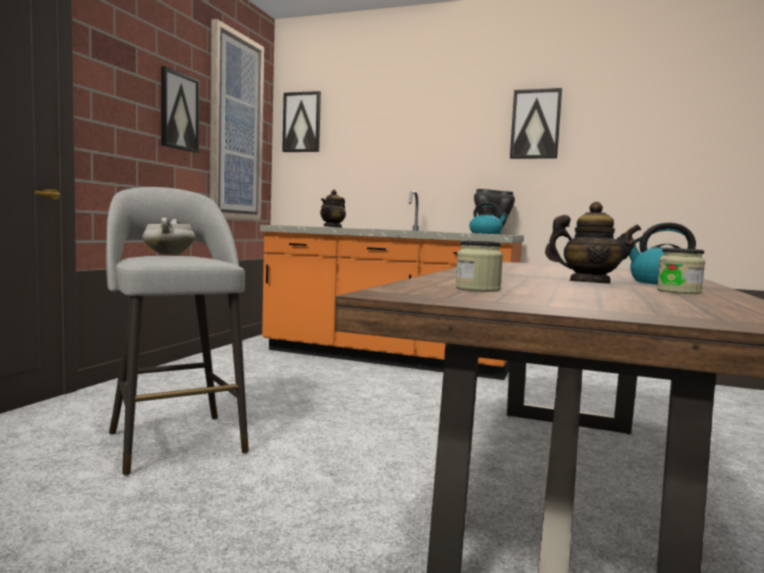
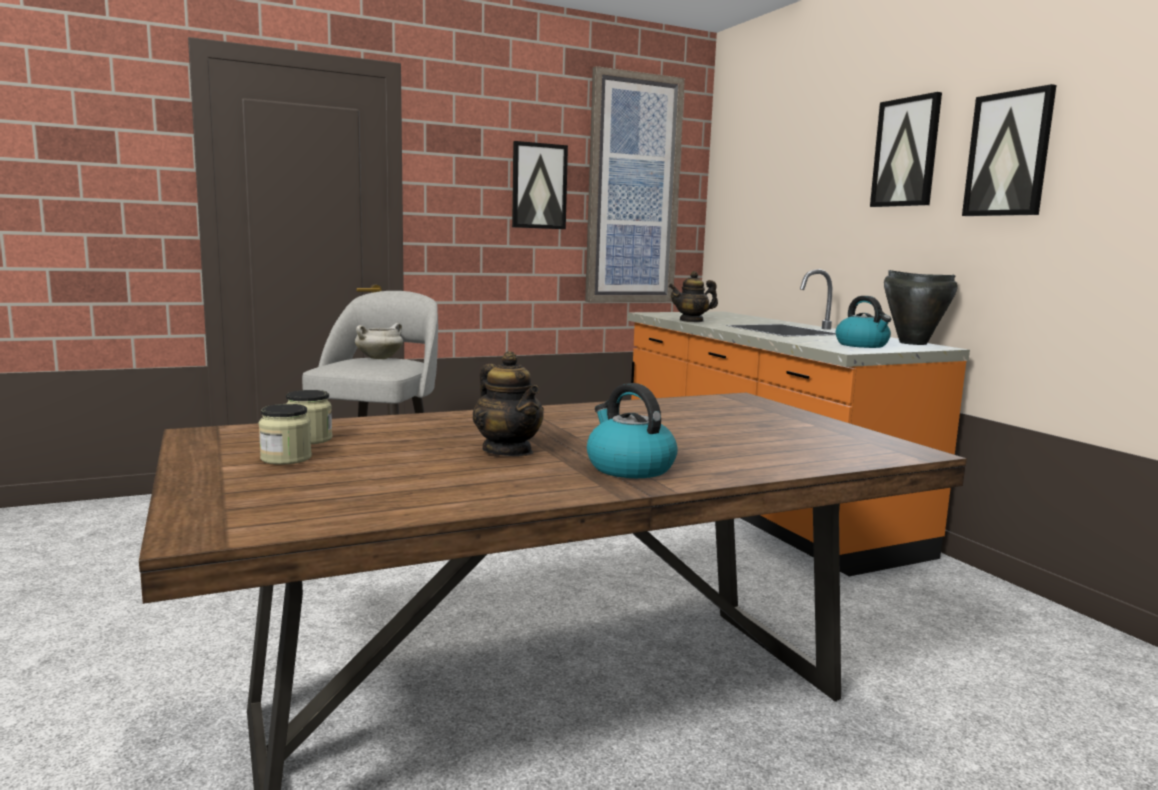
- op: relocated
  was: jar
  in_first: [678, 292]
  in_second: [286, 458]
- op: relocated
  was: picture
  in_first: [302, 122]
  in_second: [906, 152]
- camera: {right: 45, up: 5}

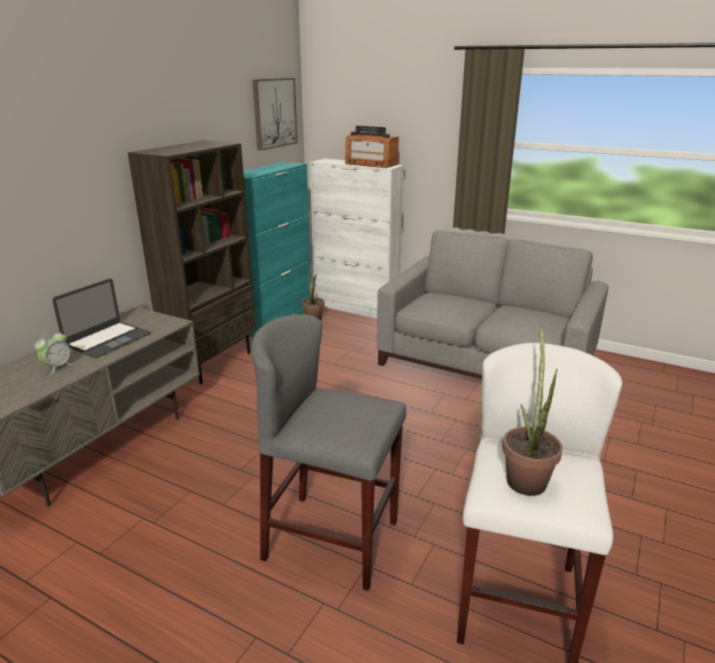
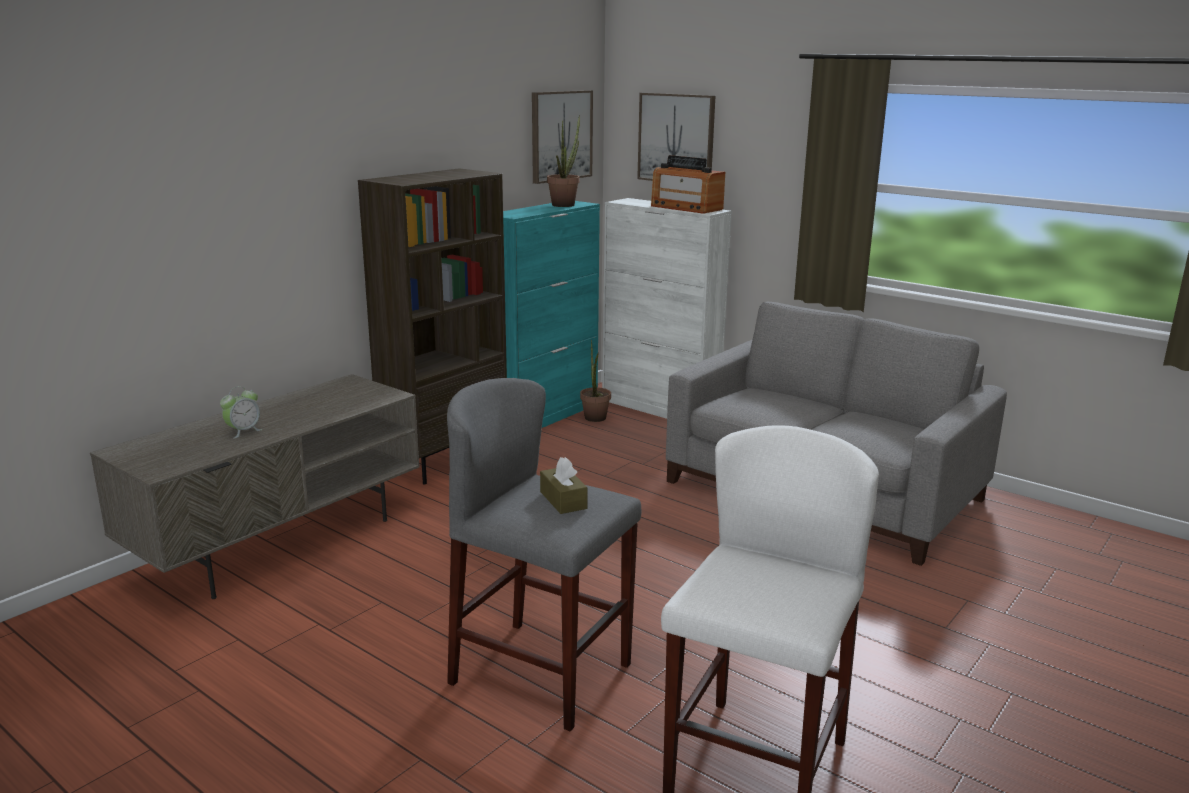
- op: appeared
  now: brown_tissue_box
  in_second: [563, 500]
- op: relocated
  was: potted_plant
  in_first: [526, 477]
  in_second: [565, 204]
- op: appeared
  now: picture
  in_second: [676, 138]
- op: missing
  was: laptop
  in_first: [108, 339]
- camera: {right: 10, up: -5}

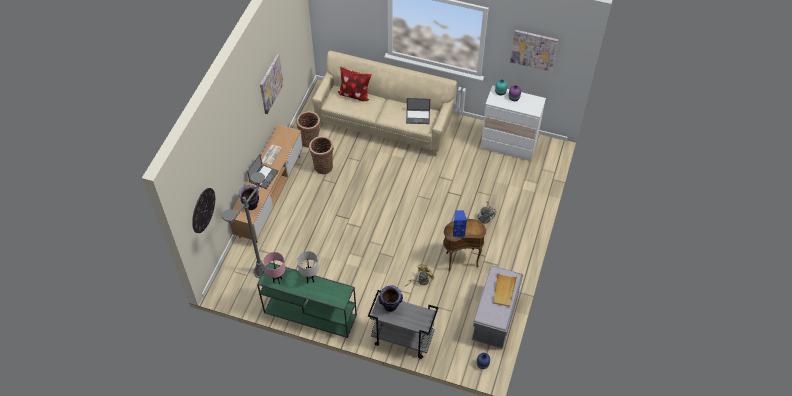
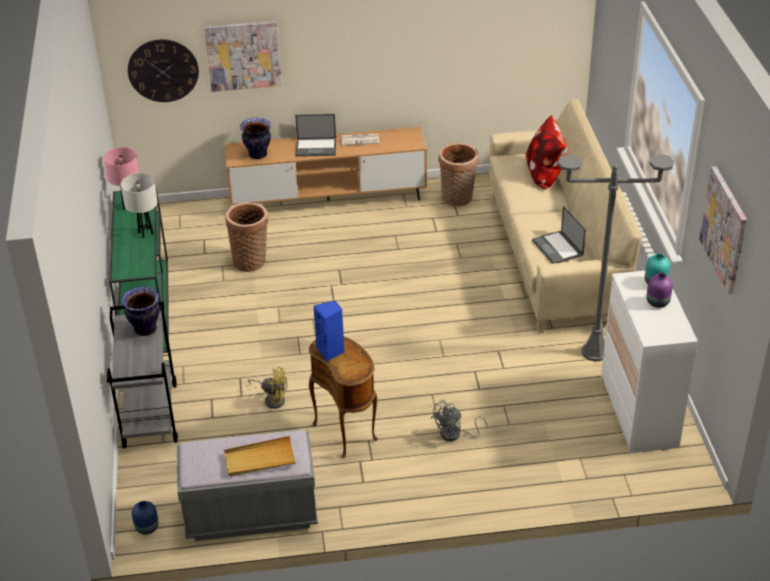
- op: relocated
  was: picture
  in_first: [270, 84]
  in_second: [243, 55]
- op: relocated
  was: basket
  in_first: [323, 166]
  in_second: [251, 260]
- op: relocated
  was: grey_floor_lamp
  in_first: [261, 271]
  in_second: [594, 352]
- camera: {right: 65, up: -15}

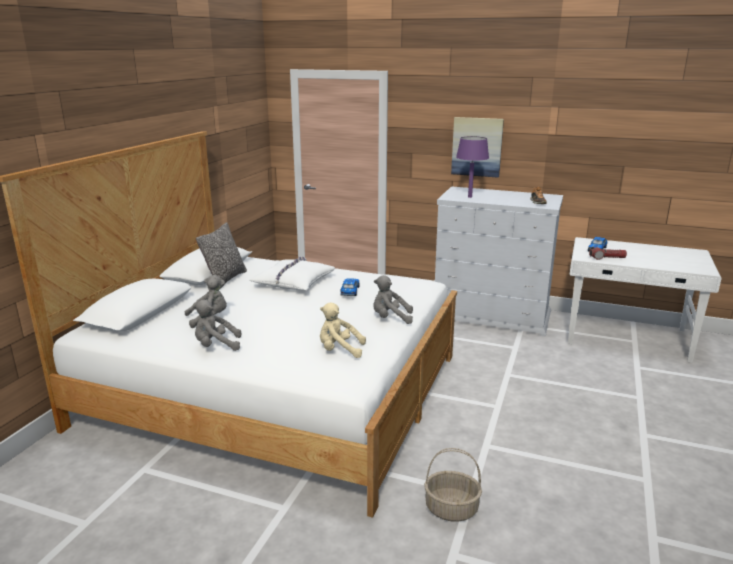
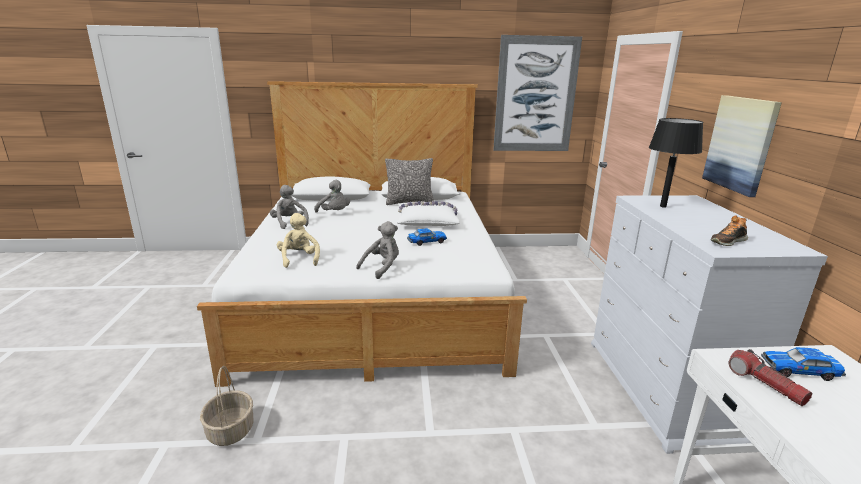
- op: spun
  was: grey_plush_toy
  in_first: [390, 318]
  in_second: [382, 268]
  clockwise: 60
- op: appeared
  now: picture
  in_second: [535, 95]
- op: colour
  was: purple_table_lamp
  now: black_table_lamp
  in_first: [469, 197]
  in_second: [662, 206]
- camera: {right: 65, up: 0}

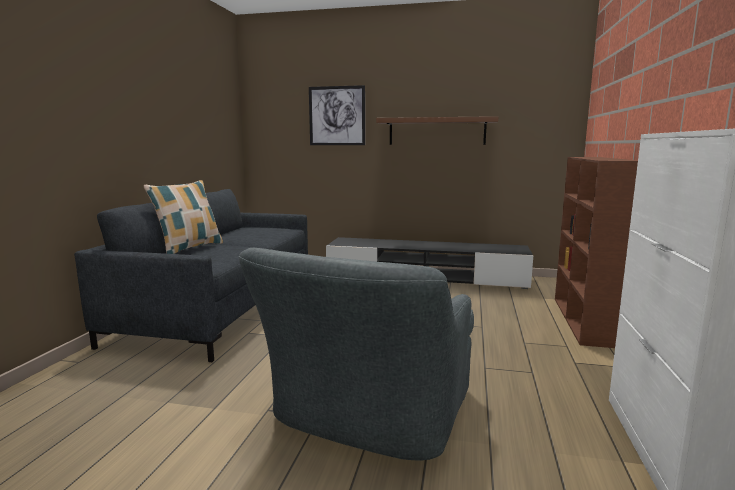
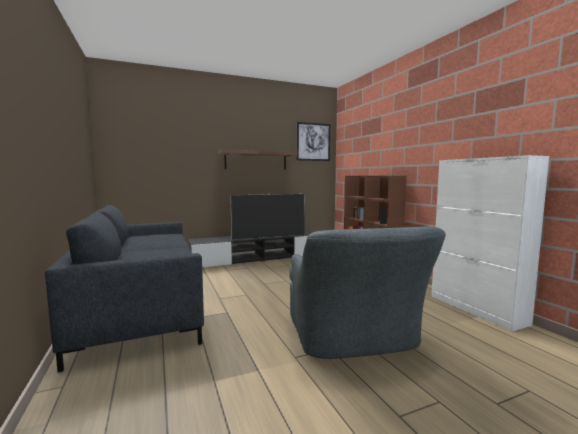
- op: appeared
  now: television
  in_second: [269, 237]
- op: relocated
  was: picture
  in_first: [337, 116]
  in_second: [313, 142]
- op: missing
  was: pillow
  in_first: [189, 248]
- camera: {right: -35, up: -5}

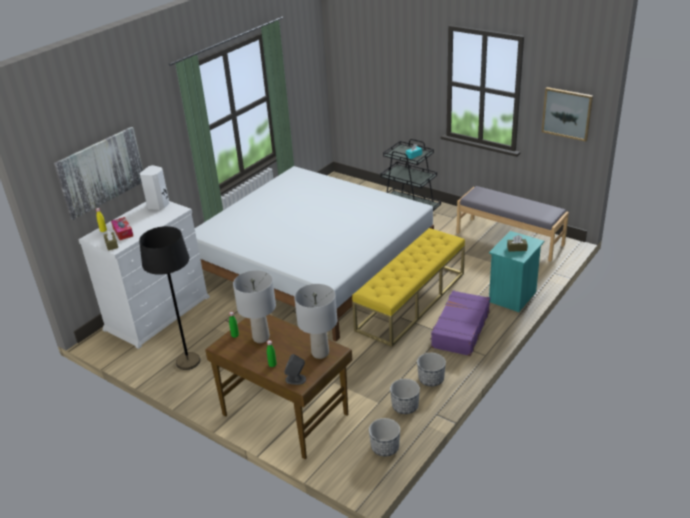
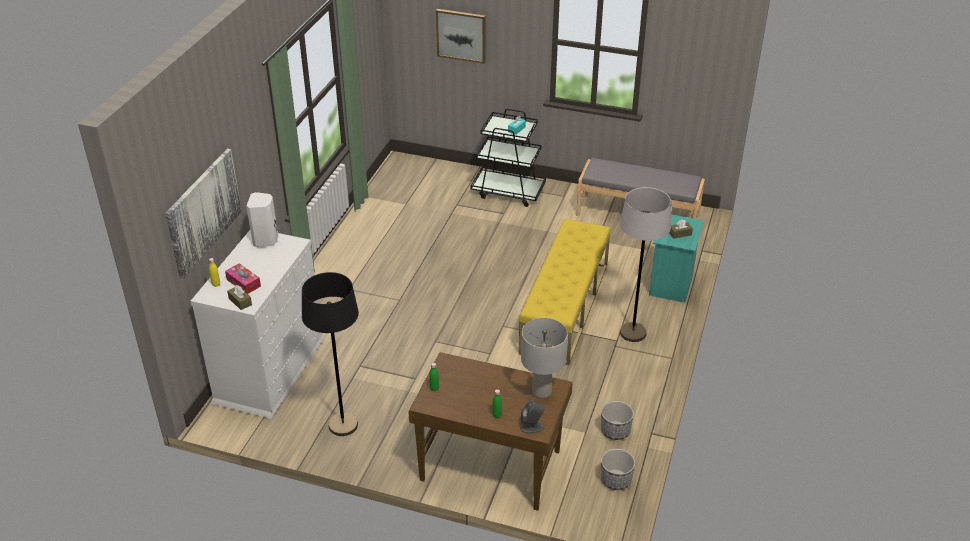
- op: relocated
  was: picture
  in_first: [567, 113]
  in_second: [461, 35]
- op: exchanged
  was: purple_suitcase
  now: grey_floor_lamp
  in_first: [460, 329]
  in_second: [633, 333]
- op: missing
  was: white_bed
  in_first: [314, 265]
- op: missing
  was: grey_table_lamp
  in_first: [261, 338]
- op: missing
  was: planter
  in_first: [431, 379]
- camera: {right: -20, up: 5}

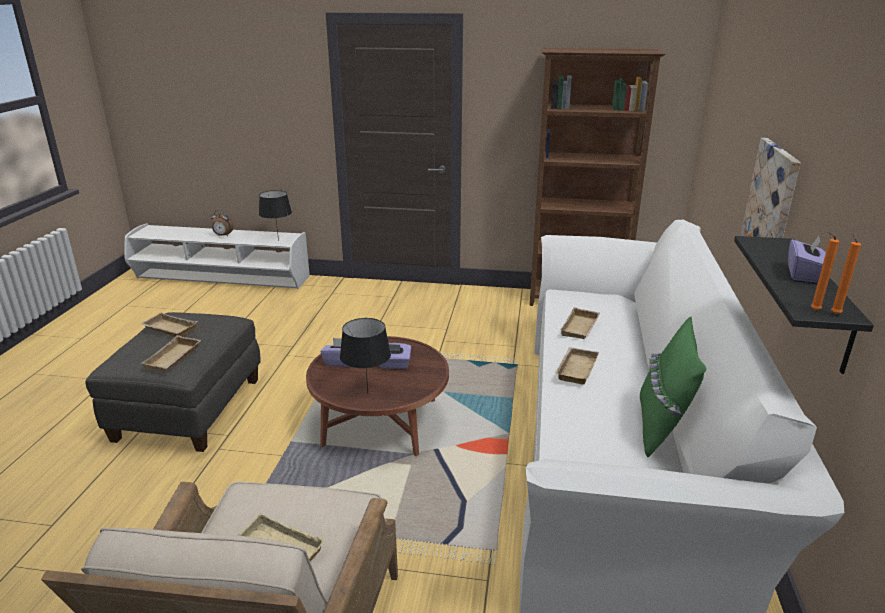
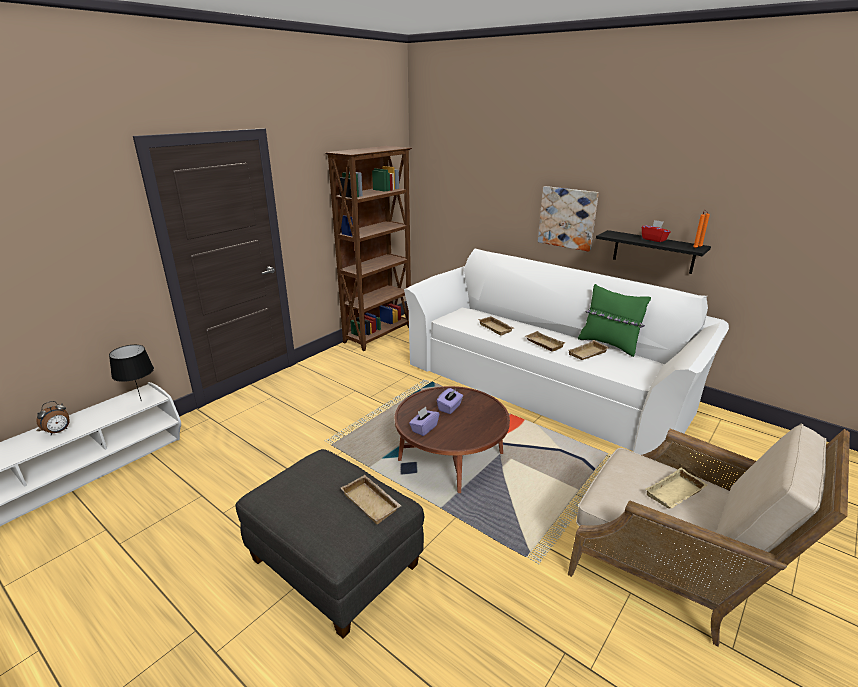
- op: relocated
  was: beige_tray
  in_first: [168, 329]
  in_second: [588, 354]
- op: colour
  was: purple_tissue_box
  now: red_tissue_box
  in_first: [804, 274]
  in_second: [654, 239]
- op: missing
  was: black_table_lamp
  in_first: [368, 394]
- camera: {right: -60, up: 0}

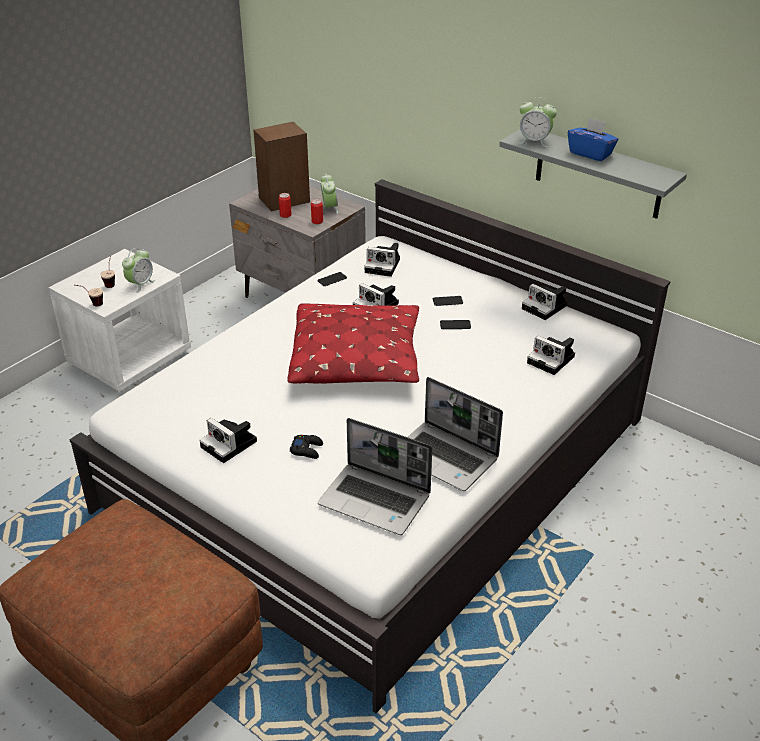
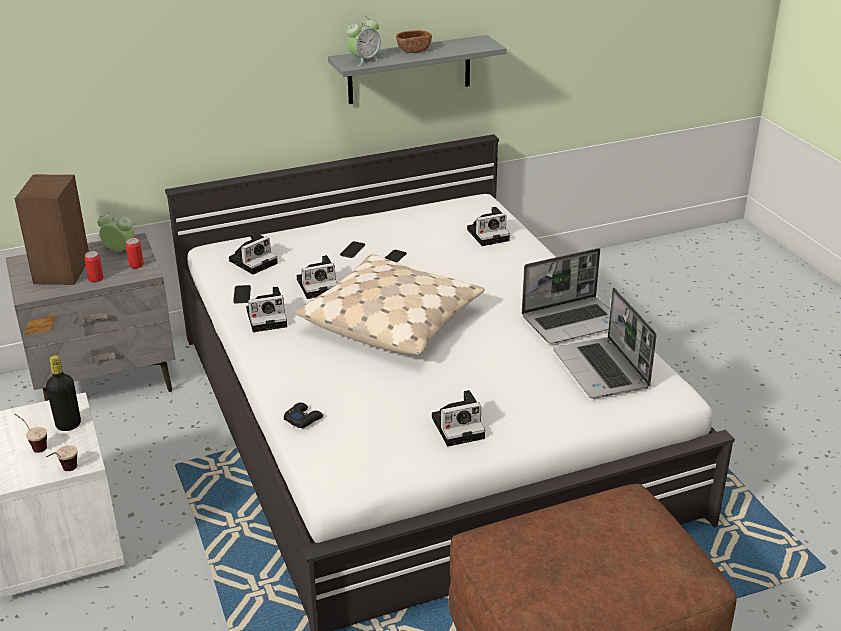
- op: exchanged
  was: alarm_clock
  now: black_bottle
  in_first: [140, 284]
  in_second: [68, 425]
- op: relocated
  was: photo_camera
  in_first: [546, 307]
  in_second: [268, 318]
- op: relocated
  was: black_game_controller
  in_first: [307, 449]
  in_second: [303, 419]
- op: colour
  was: red_pillow
  now: beige_pillow
  in_first: [356, 359]
  in_second: [392, 320]
- op: exchanged
  was: blue_tissue_box
  now: brown_bowl
  in_first: [590, 153]
  in_second: [414, 50]
- op: spun
  was: laptop
  in_first: [376, 500]
  in_second: [602, 370]
  clockwise: 105
- camera: {right: -60, up: -5}

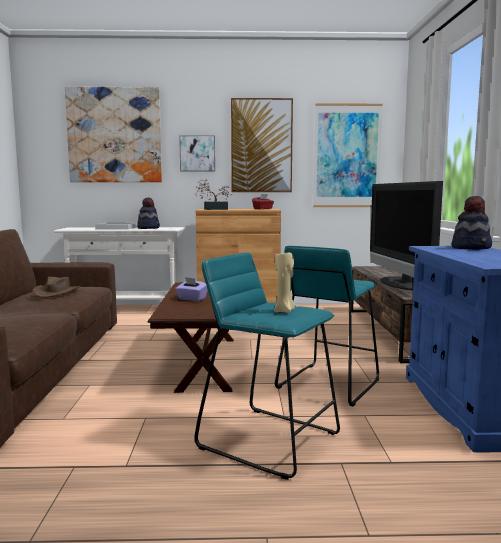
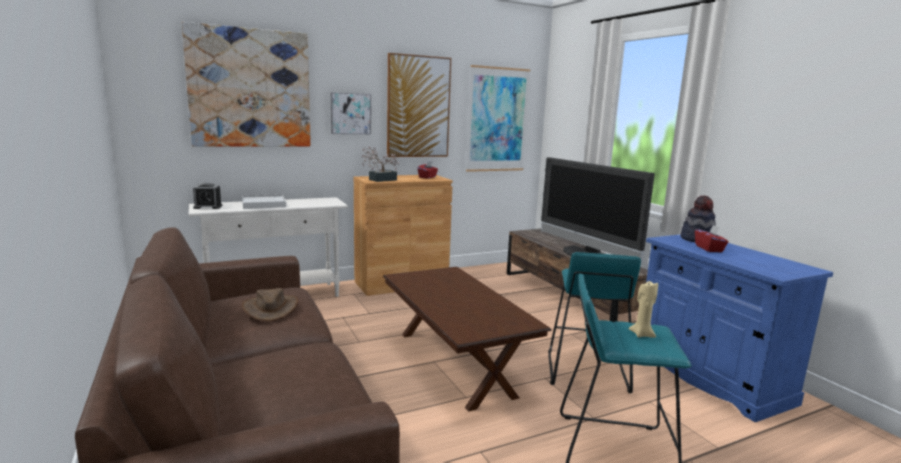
- op: appeared
  now: alarm_clock
  in_second: [208, 207]
- op: appeared
  now: red_tissue_box
  in_second: [709, 249]
- op: missing
  was: hat
  in_first: [148, 228]
- op: missing
  was: purple_tissue_box
  in_first: [191, 299]
- camera: {right: -25, up: 5}

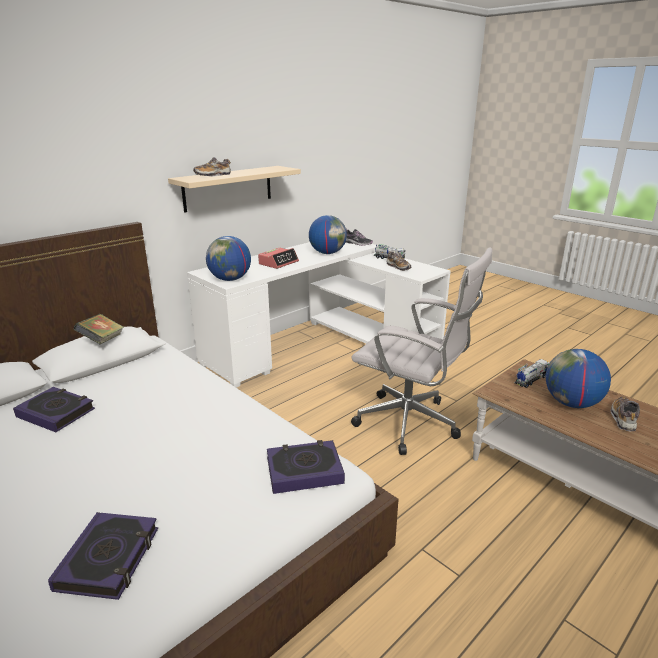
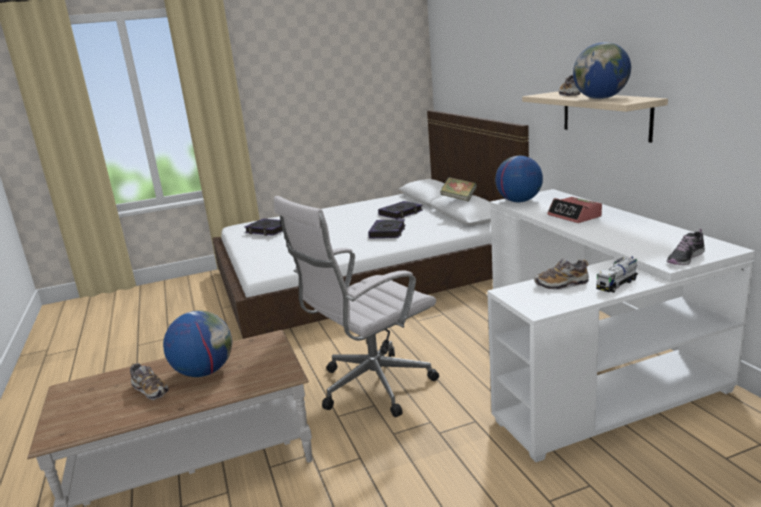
- op: relocated
  was: book
  in_first: [304, 471]
  in_second: [387, 232]
- op: relocated
  was: globe
  in_first: [327, 253]
  in_second: [601, 98]
- op: missing
  was: toy_truck
  in_first: [530, 380]
- camera: {right: 115, up: -5}

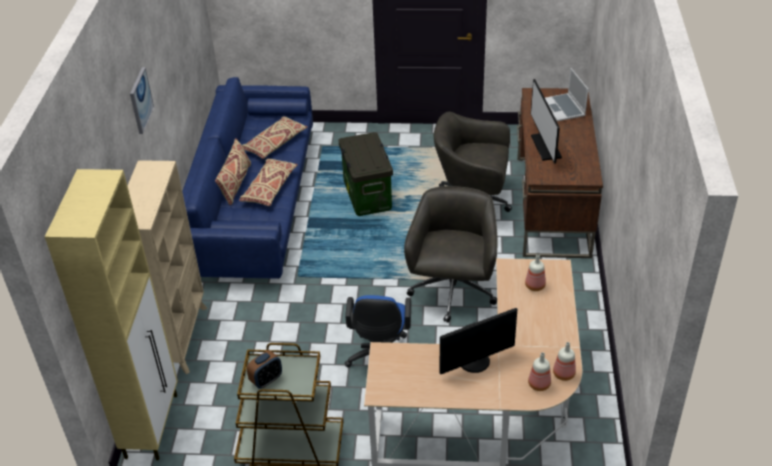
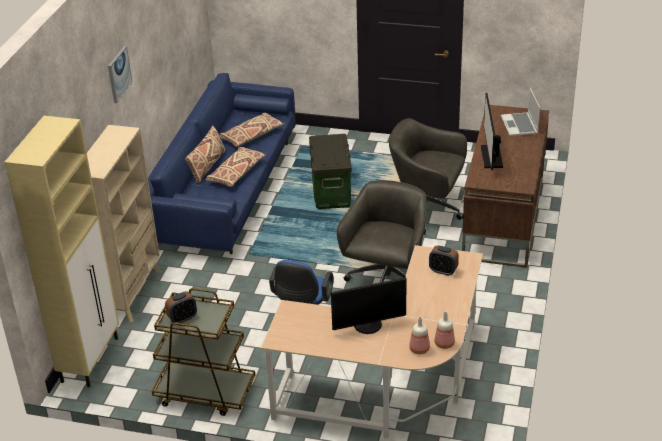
- op: exchanged
  was: bottle
  now: alarm_clock
  in_first: [535, 285]
  in_second: [443, 271]
- camera: {right: 10, up: -5}

